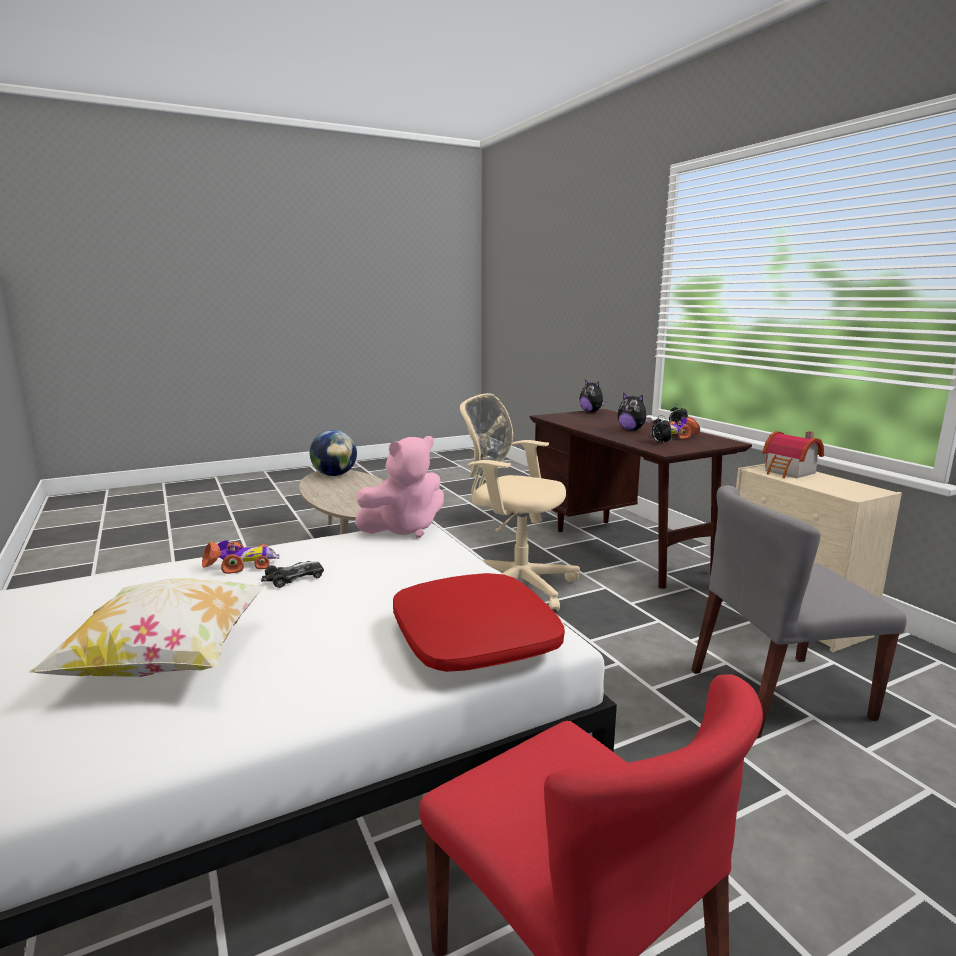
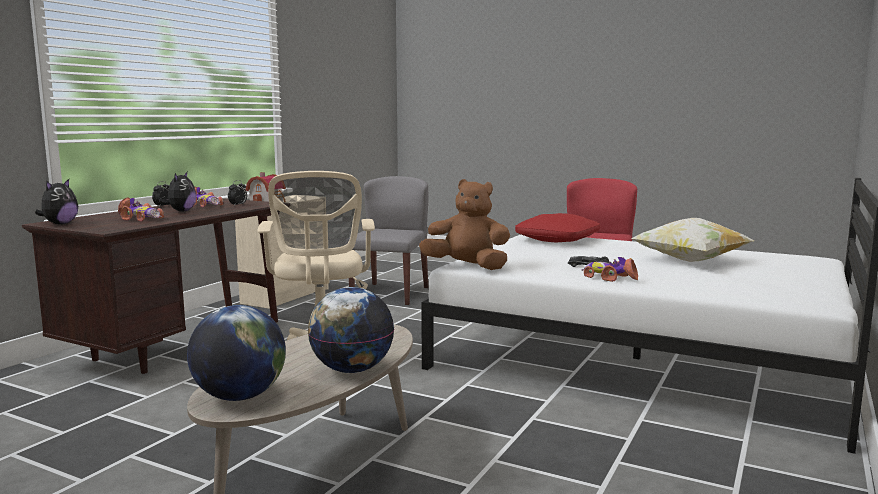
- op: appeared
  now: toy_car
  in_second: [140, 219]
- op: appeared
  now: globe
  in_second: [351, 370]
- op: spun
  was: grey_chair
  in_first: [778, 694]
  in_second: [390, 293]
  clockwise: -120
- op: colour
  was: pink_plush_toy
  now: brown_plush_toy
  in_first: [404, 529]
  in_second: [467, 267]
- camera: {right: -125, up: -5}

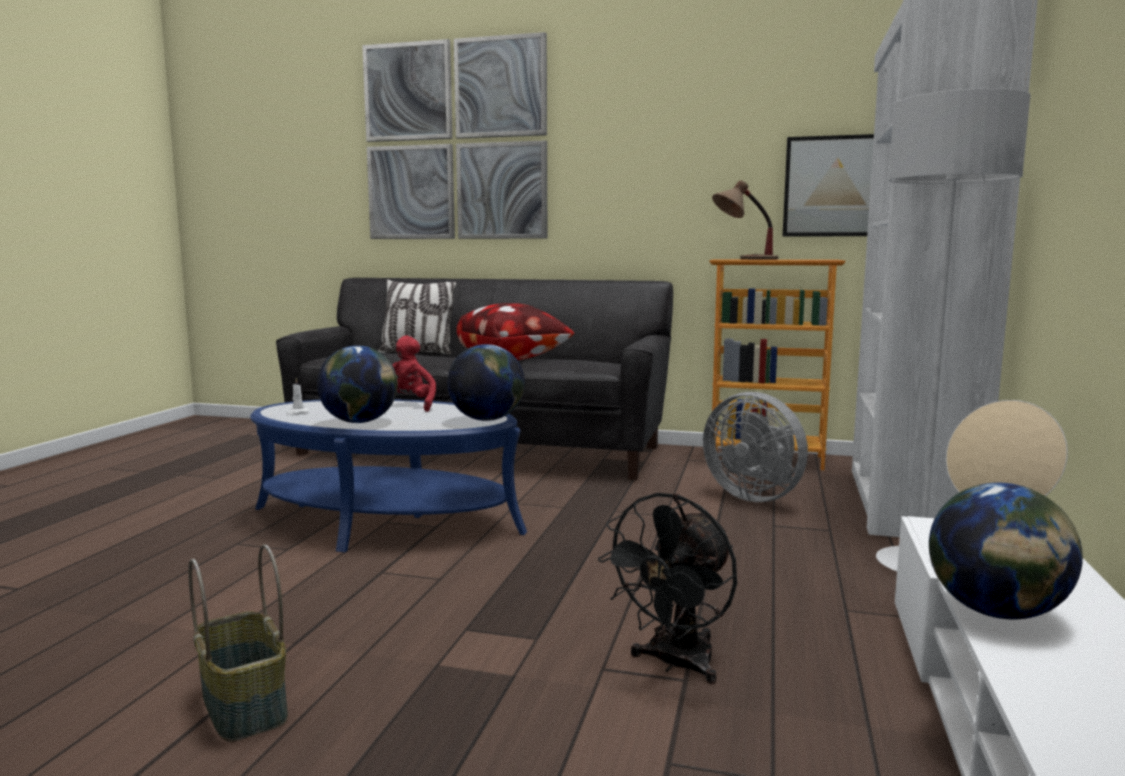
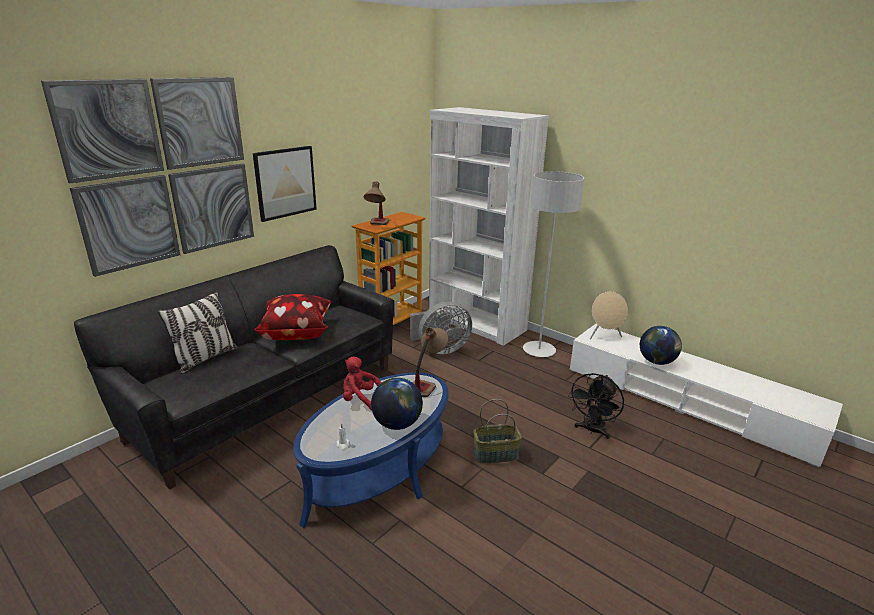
- op: relocated
  was: picture
  in_first: [835, 186]
  in_second: [285, 182]
- op: exchanged
  was: globe
  now: table_lamp
  in_first: [487, 419]
  in_second: [427, 382]
- op: relocated
  was: basket
  in_first: [246, 705]
  in_second: [495, 454]
- op: spun
  was: black_fan
  in_first: [675, 664]
  in_second: [592, 430]
  clockwise: 60
- camera: {right: -65, up: 15}

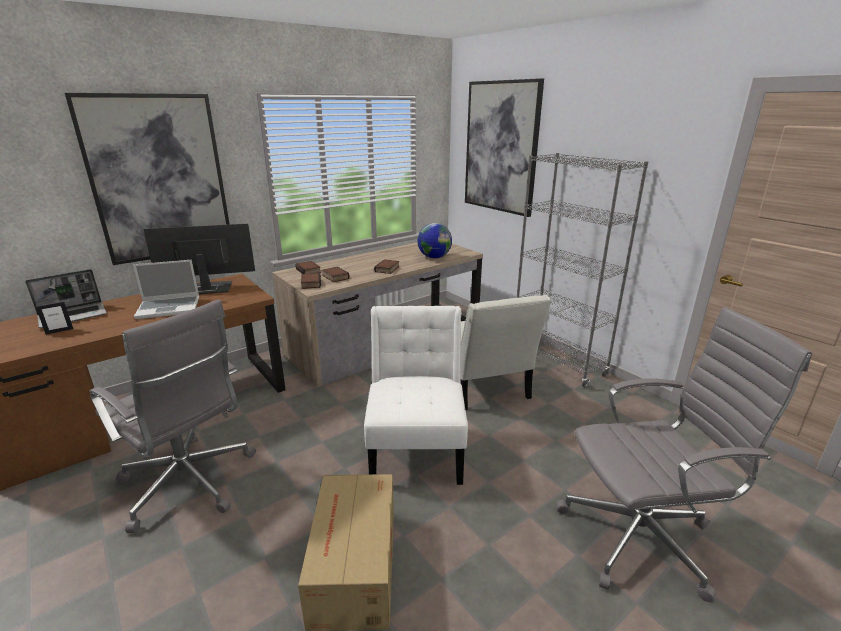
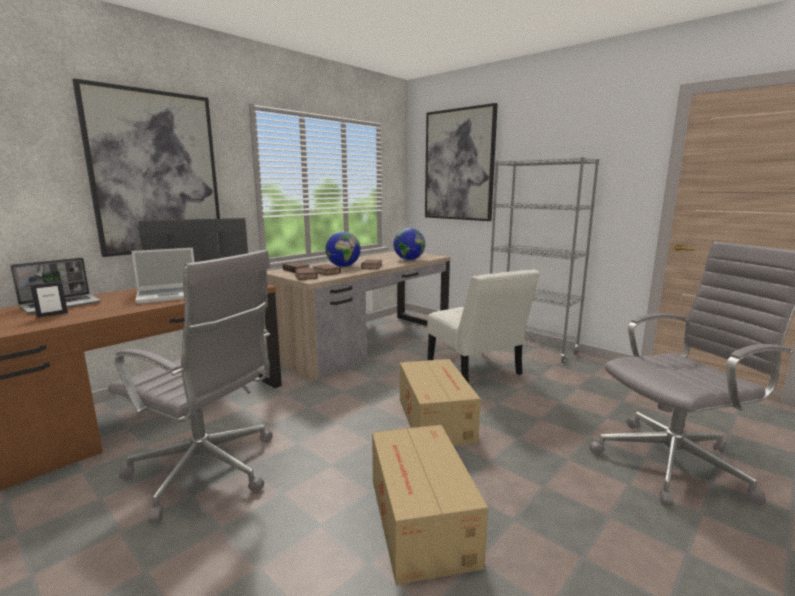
- op: appeared
  now: globe
  in_second: [343, 266]
- op: exchanged
  was: white_chair
  now: cardboard_box
  in_first: [417, 447]
  in_second: [435, 418]
- camera: {right: -10, up: -10}

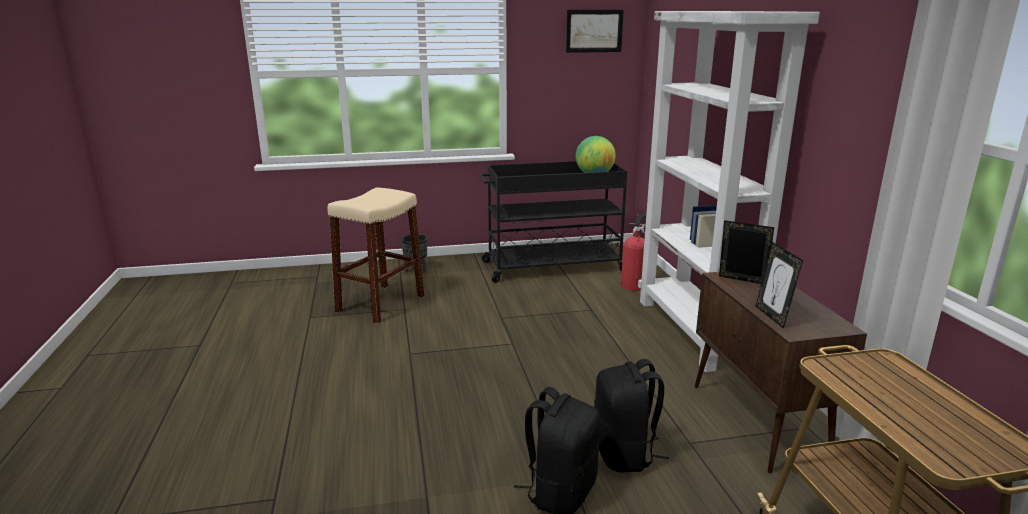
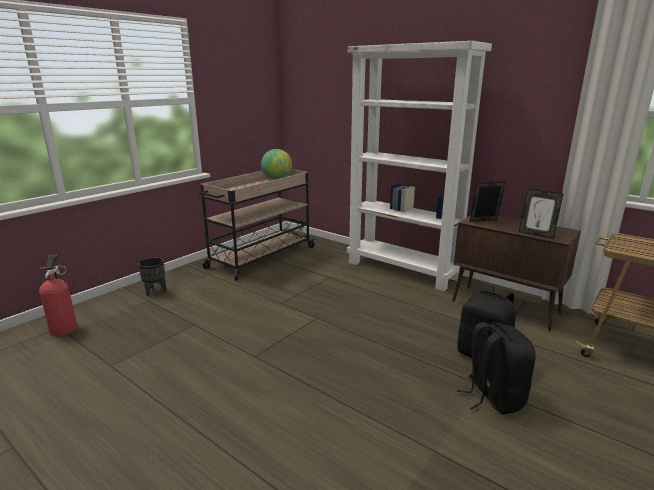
- op: relocated
  was: fire_extinguisher
  in_first: [633, 285]
  in_second: [64, 328]
- op: colour
  was: black_cart
  now: beige_cart
  in_first: [552, 267]
  in_second: [260, 257]
- op: missing
  was: beige_stool
  in_first: [380, 303]
- op: missing
  was: picture
  in_first: [594, 31]
- camera: {right: -40, up: 0}

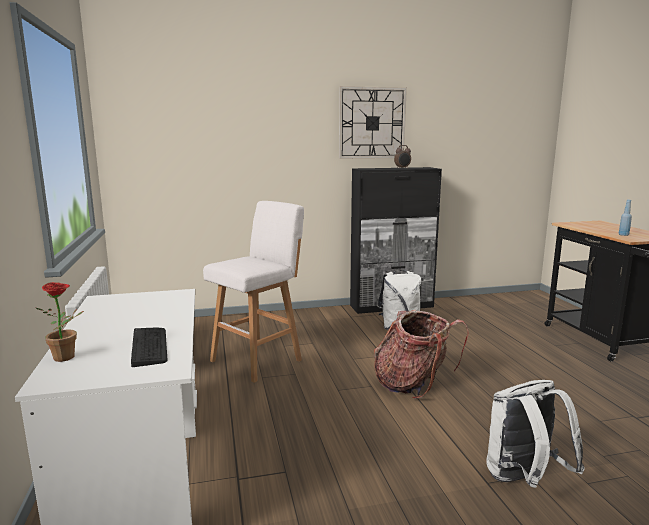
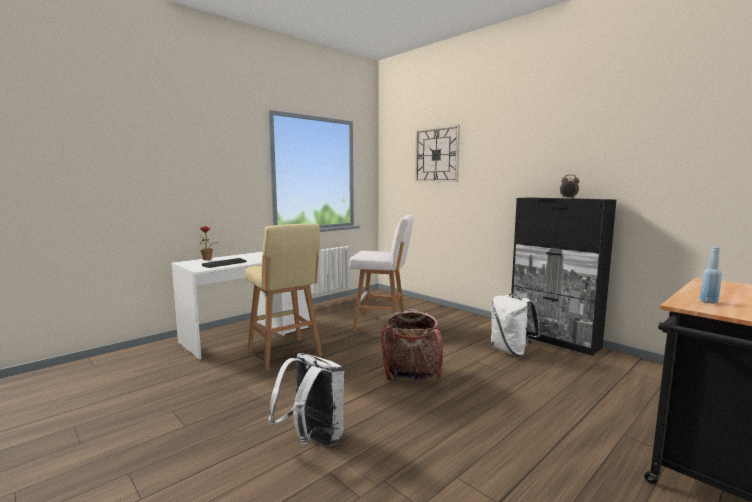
- op: appeared
  now: beige_stool
  in_second: [285, 354]
- op: relocated
  was: wall_clock
  in_first: [372, 123]
  in_second: [436, 155]
- camera: {right: 60, up: -5}

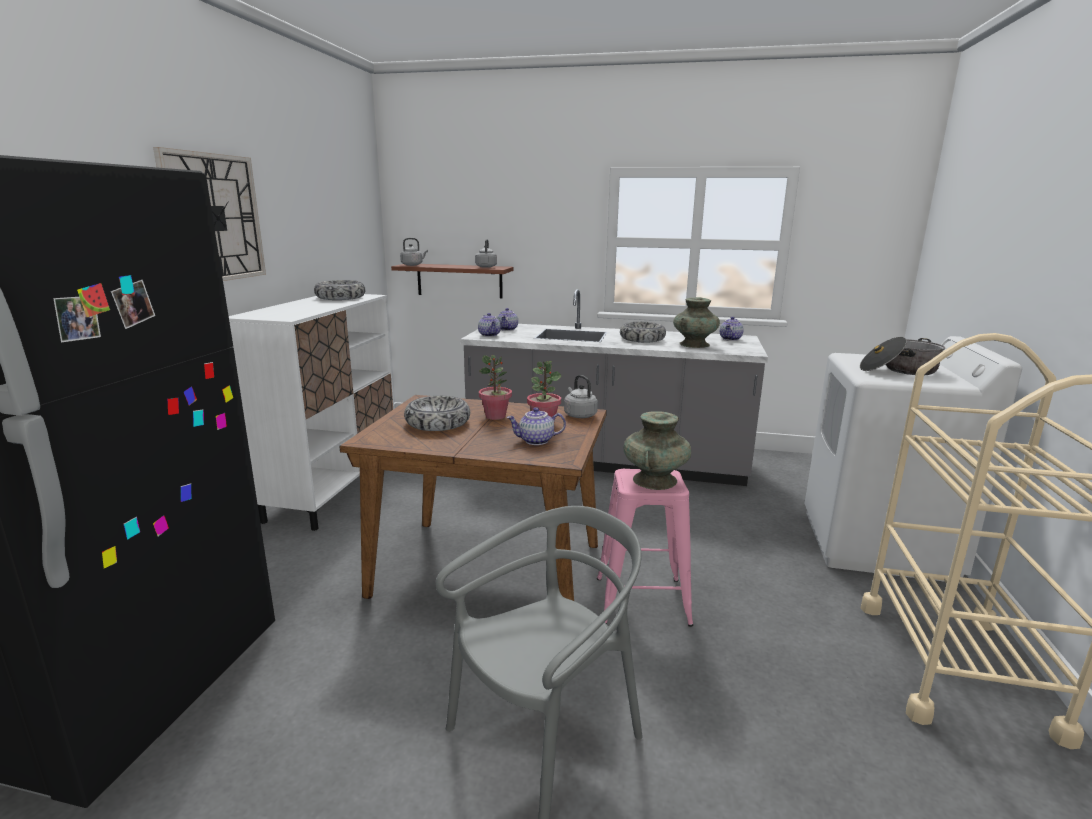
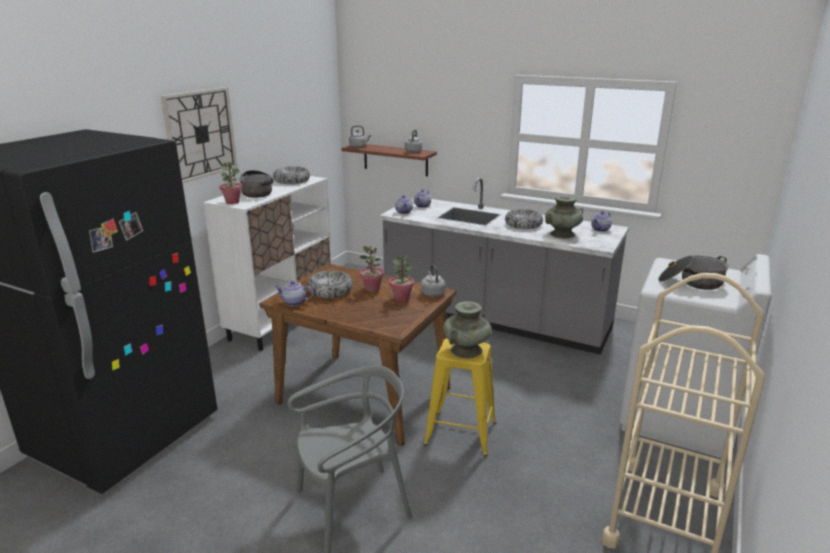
- op: appeared
  now: potted_plant
  in_second: [232, 202]
- op: appeared
  now: cooking_pot
  in_second: [258, 192]
- op: relocated
  was: teapot
  in_first: [536, 441]
  in_second: [294, 303]
- op: colour
  was: pink_stool
  now: yellow_stool
  in_first: [642, 601]
  in_second: [460, 433]
- camera: {right: 15, up: 5}

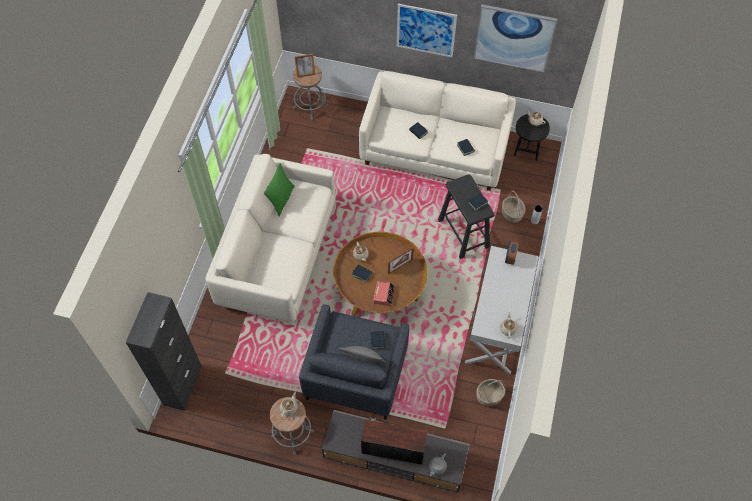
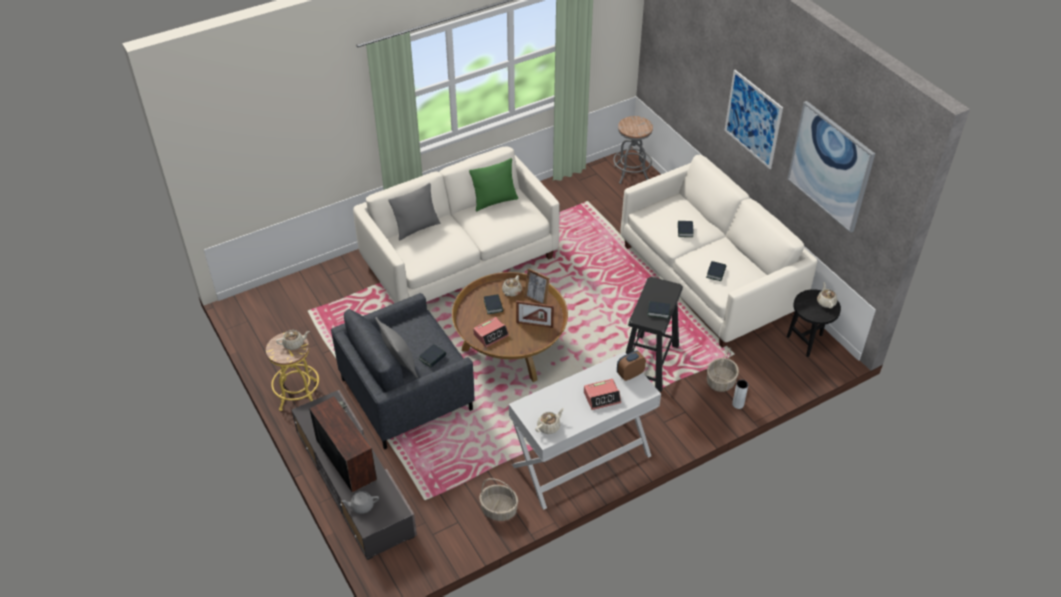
- op: colour
  was: grey_stool
  now: yellow_stool
  in_first: [292, 433]
  in_second: [298, 395]
- op: appeared
  now: grey_pillow
  in_second: [416, 228]
- op: relocated
  was: picture_frame
  in_first: [305, 74]
  in_second: [536, 299]
- op: appeared
  now: alarm_clock
  in_second: [602, 397]
- op: missing
  was: black_cabinet
  in_first: [182, 385]
- camera: {right: 45, up: -15}

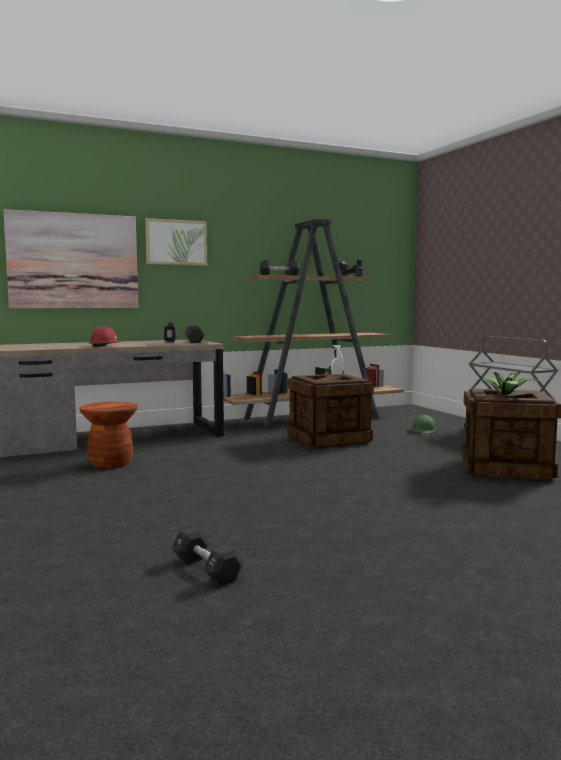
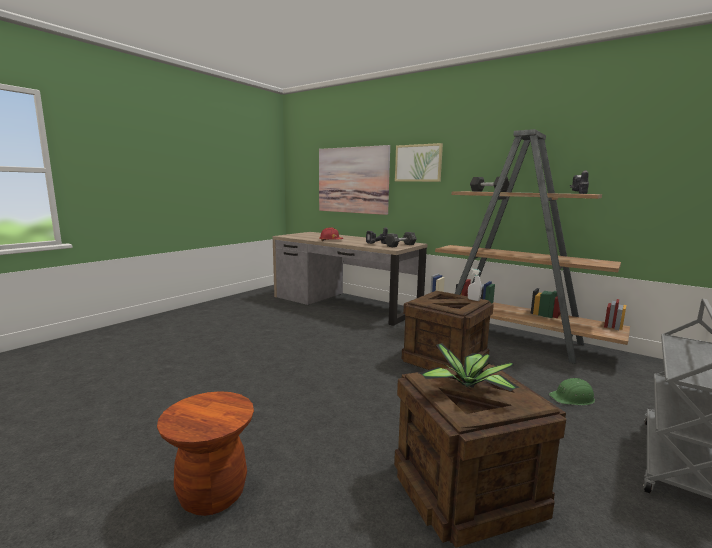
- op: relocated
  was: brown_stool
  in_first: [110, 463]
  in_second: [212, 494]
- op: missing
  was: black_dumbbell
  in_first: [206, 569]
- camera: {right: 60, up: 5}

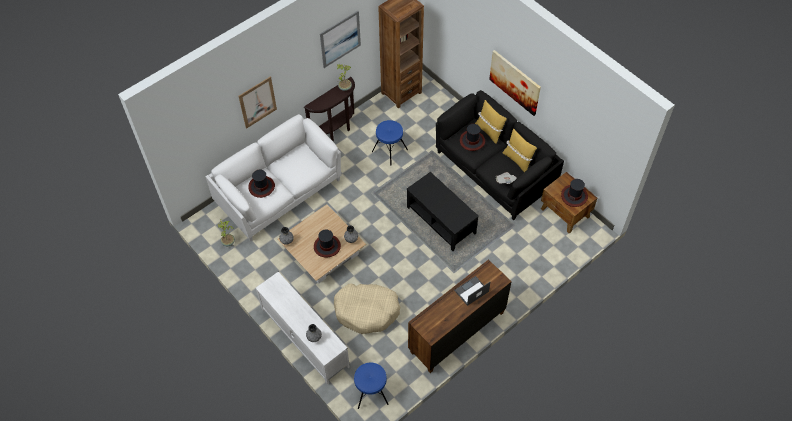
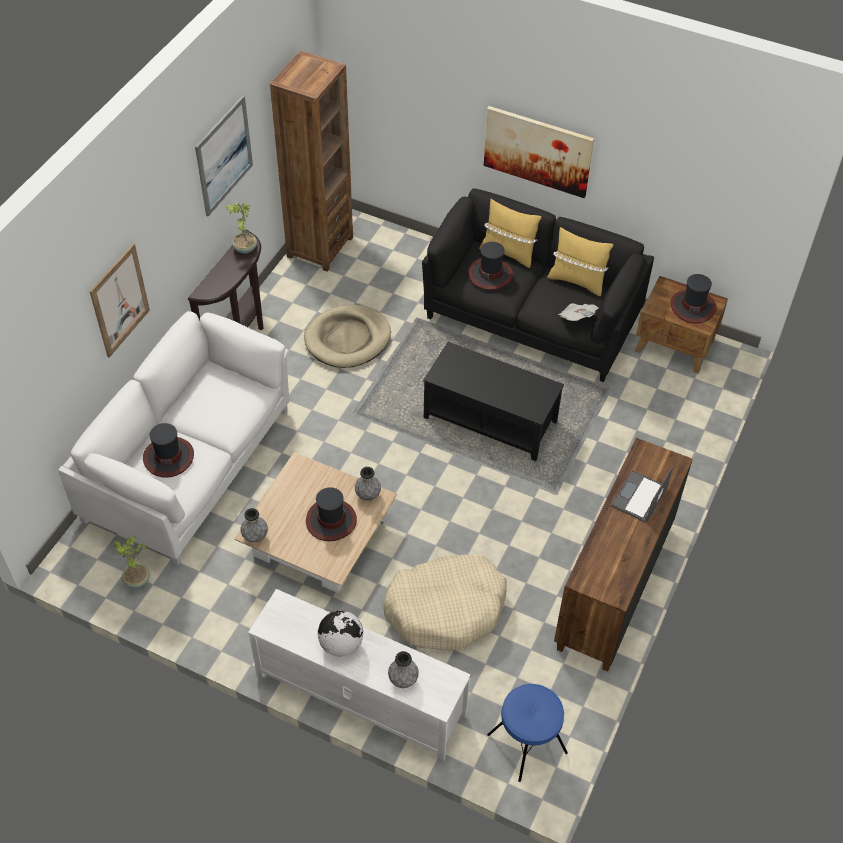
- op: exchanged
  was: blue_stool
  now: beige_dog_bed
  in_first: [390, 150]
  in_second: [348, 339]
- op: appeared
  now: globe
  in_second: [341, 644]
- camera: {right: -25, up: -5}

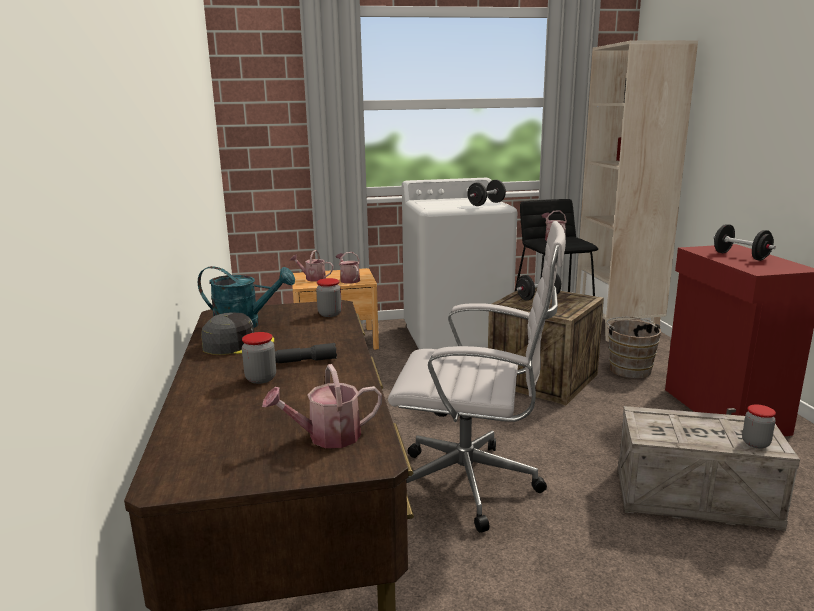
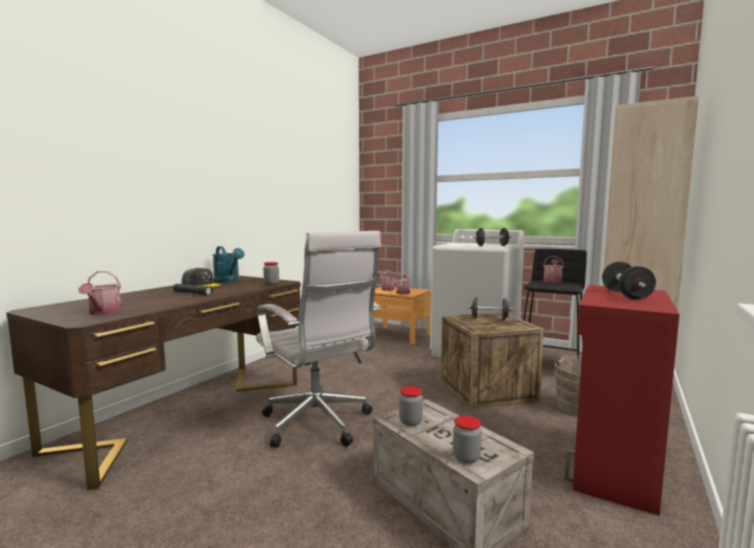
- op: spun
  was: watering_can
  in_first: [327, 437]
  in_second: [103, 313]
  clockwise: -120
- op: relocated
  was: jar
  in_first: [261, 378]
  in_second: [410, 422]
- camera: {right: 40, up: -10}

